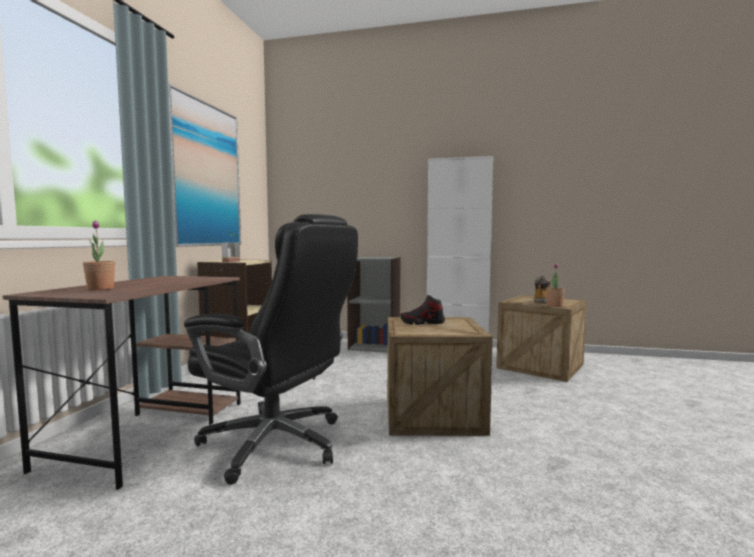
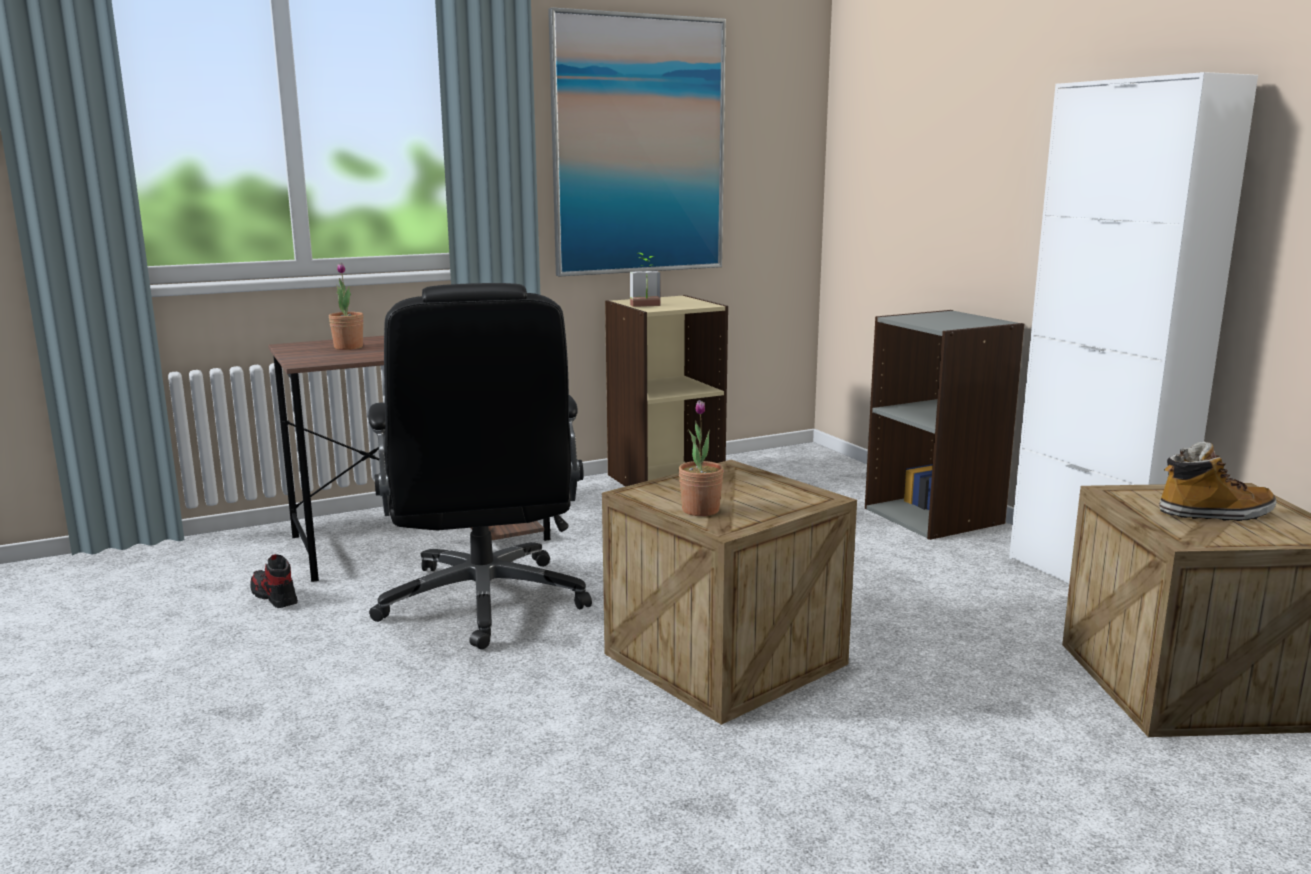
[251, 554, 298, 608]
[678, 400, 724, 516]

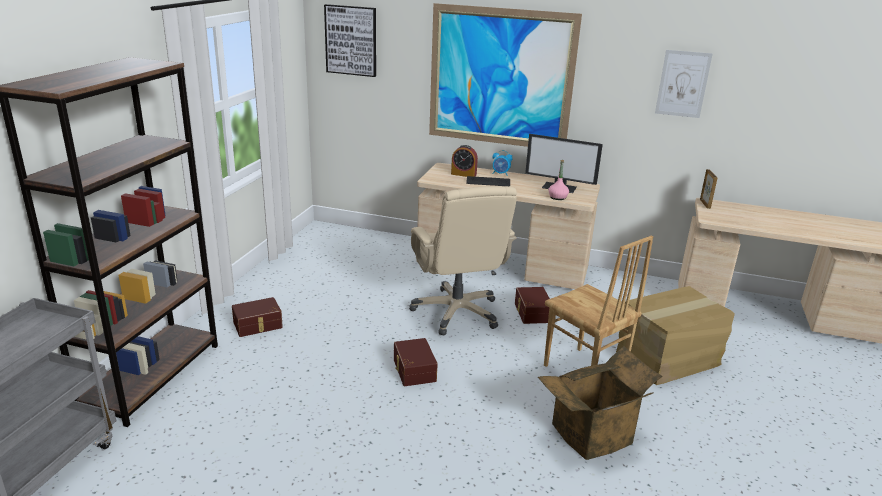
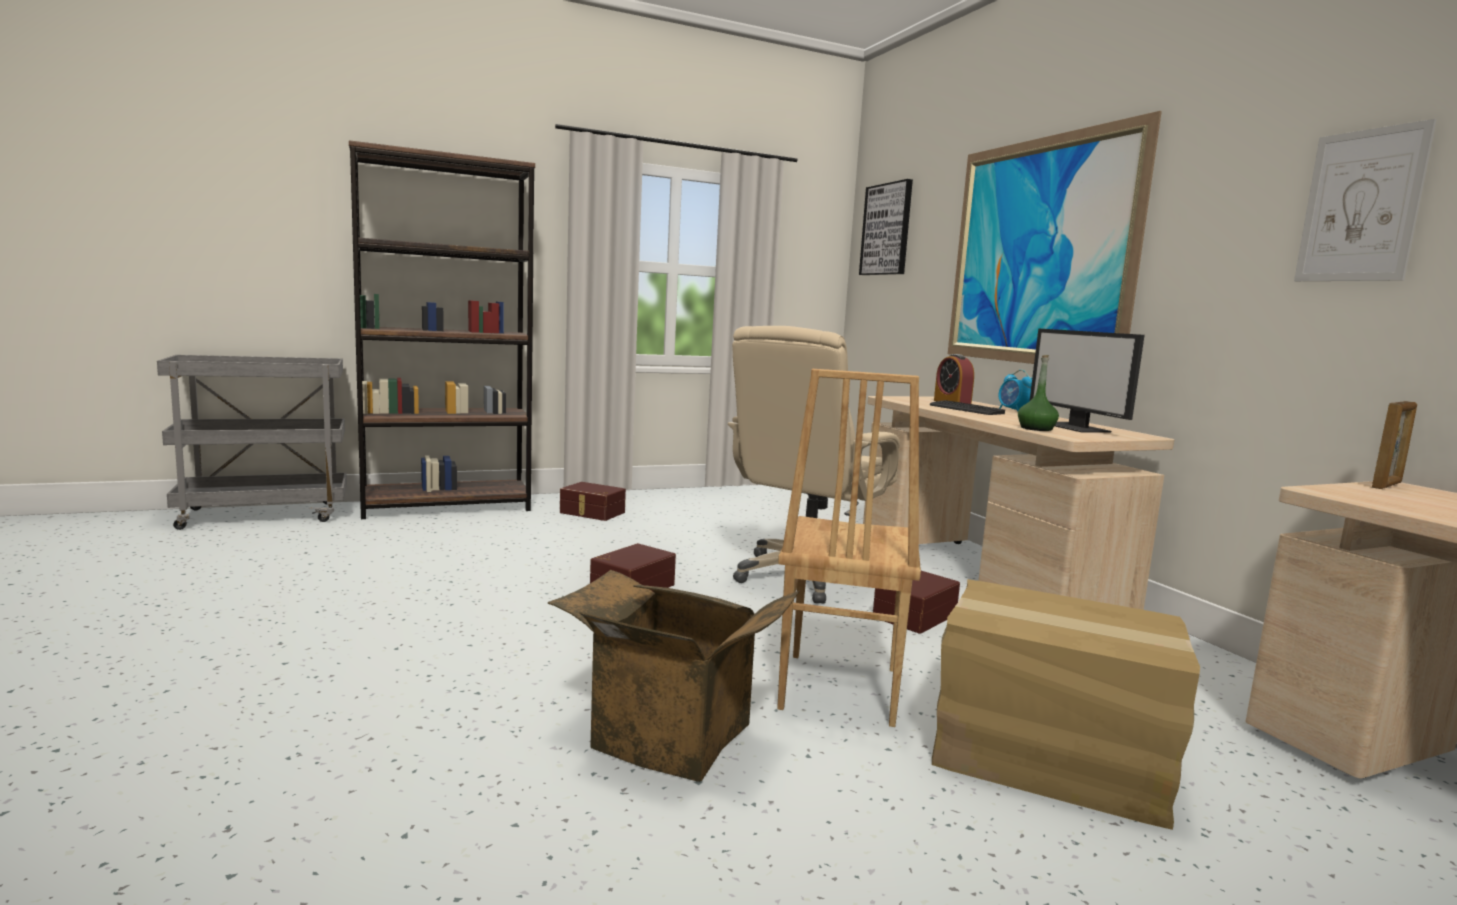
[1018, 355, 1059, 431]

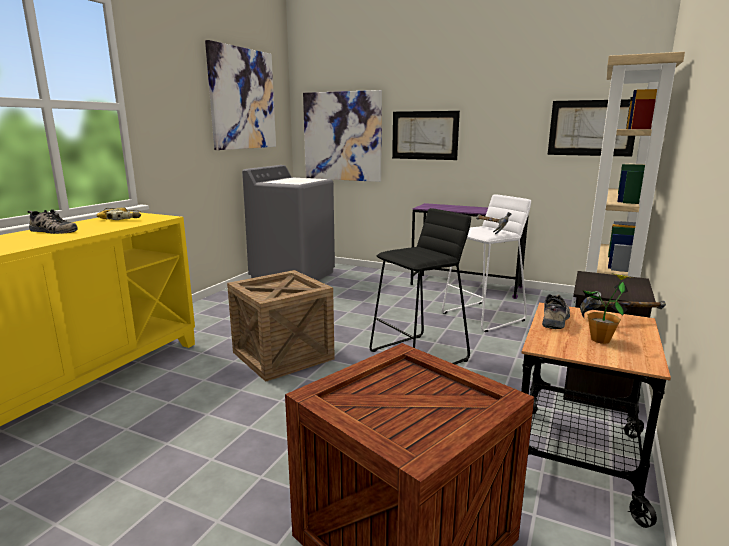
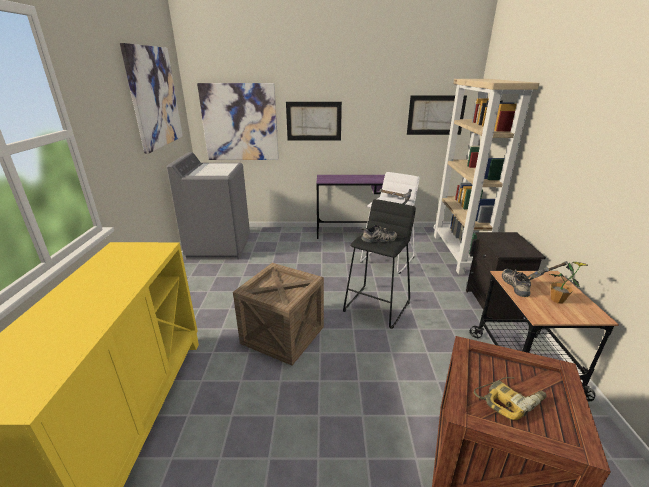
[361, 225, 397, 243]
[474, 377, 547, 420]

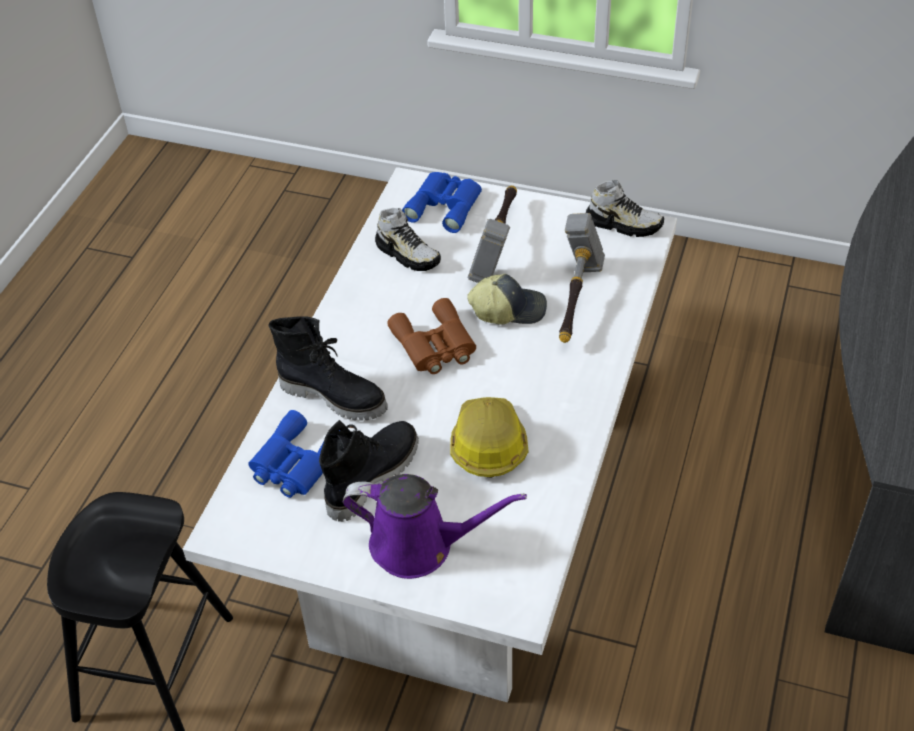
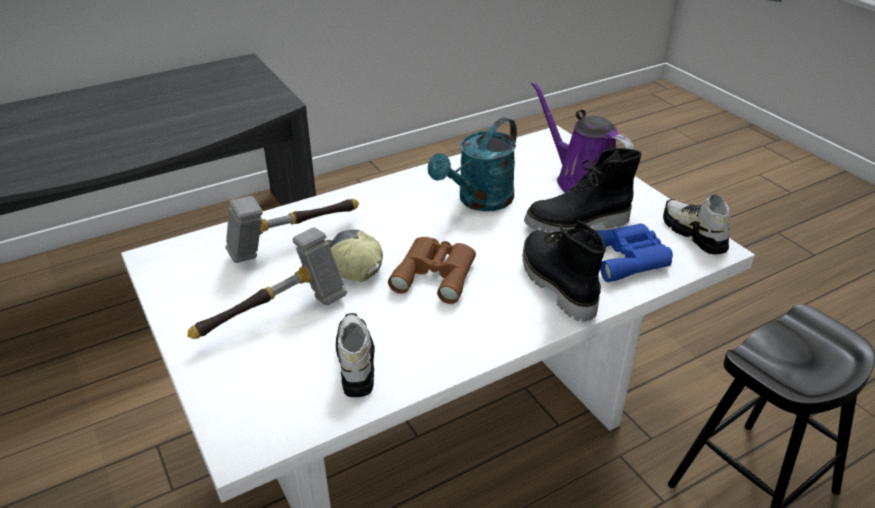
[402, 172, 482, 233] (first image)
[663, 194, 730, 255]
[428, 117, 517, 211]

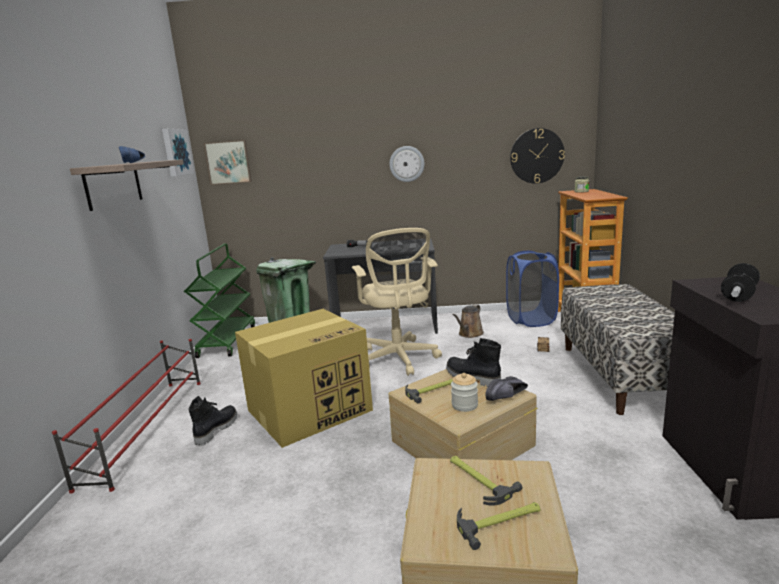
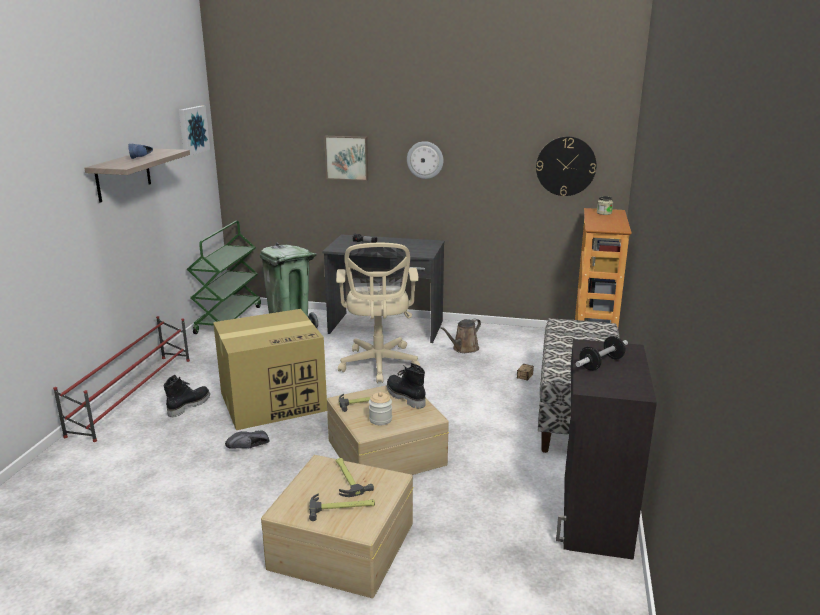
[506, 251, 559, 327] (first image)
[324, 136, 368, 181]
[225, 430, 270, 449]

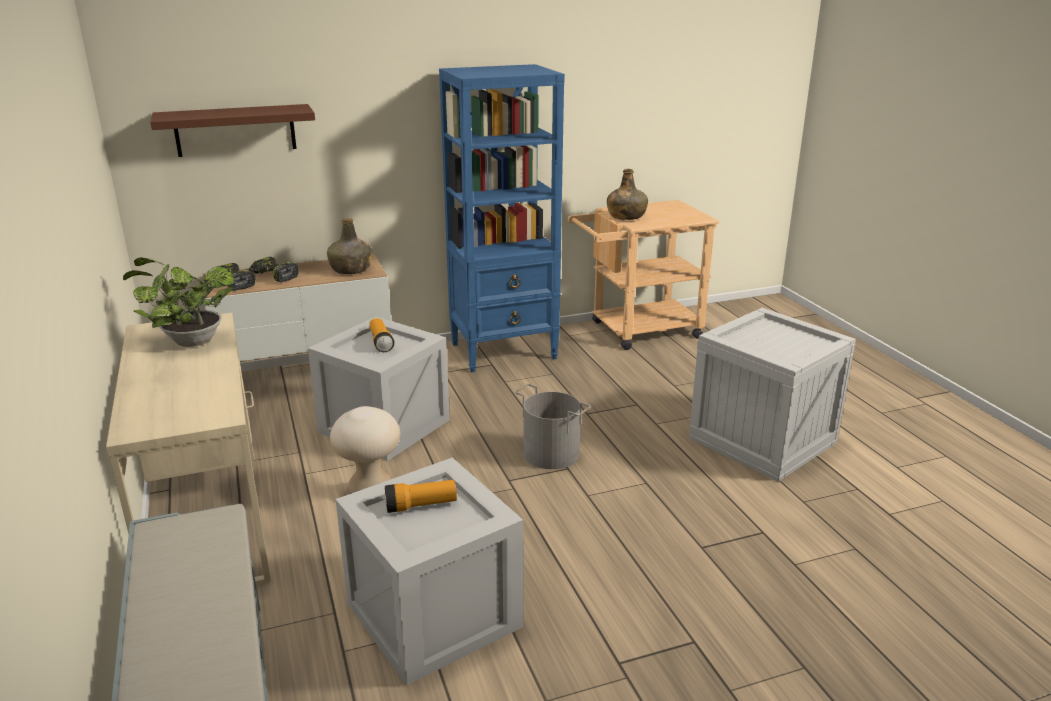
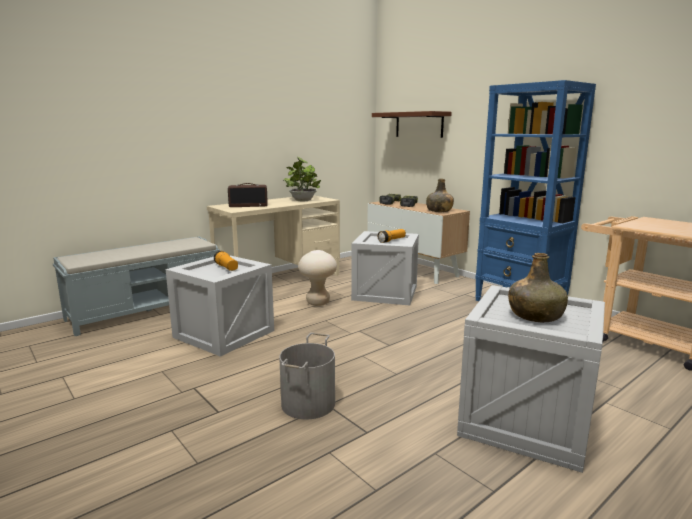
[228, 183, 268, 207]
[279, 333, 335, 420]
[508, 253, 568, 322]

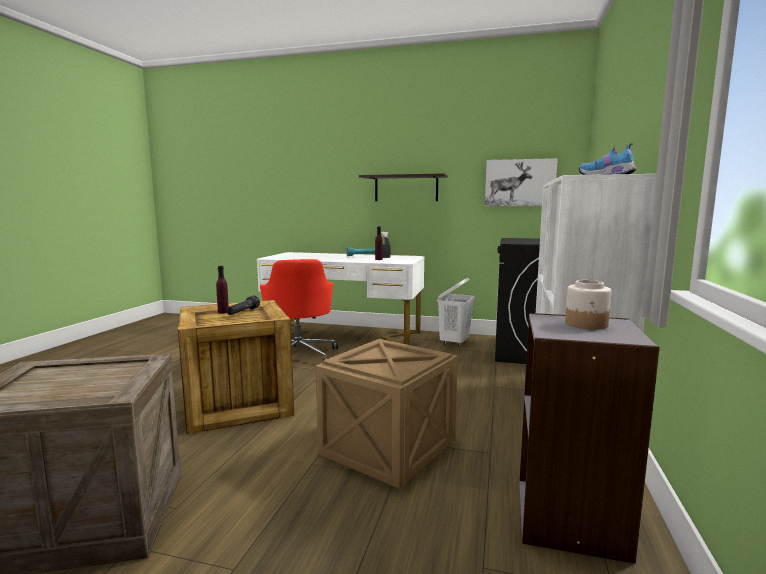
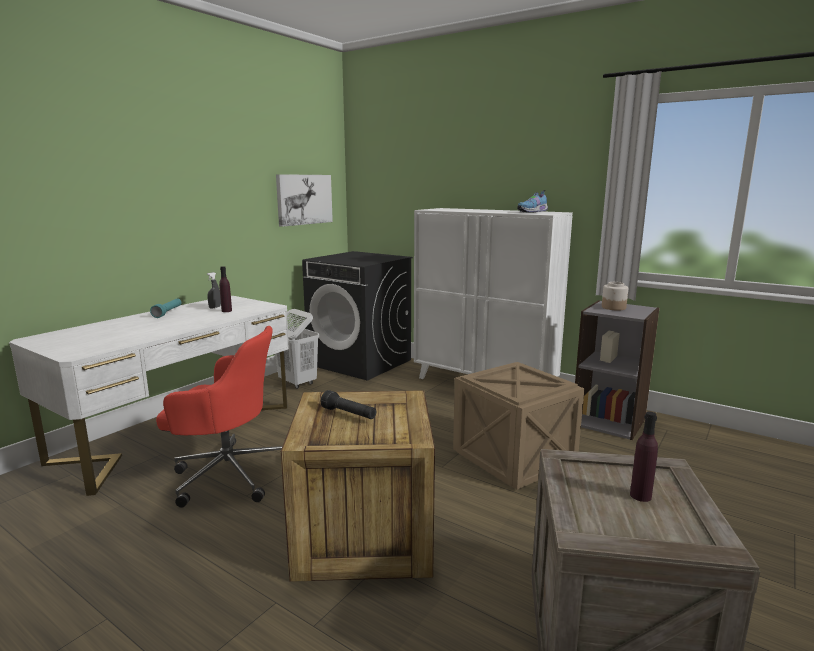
[359, 173, 448, 201] (first image)
[630, 412, 658, 502]

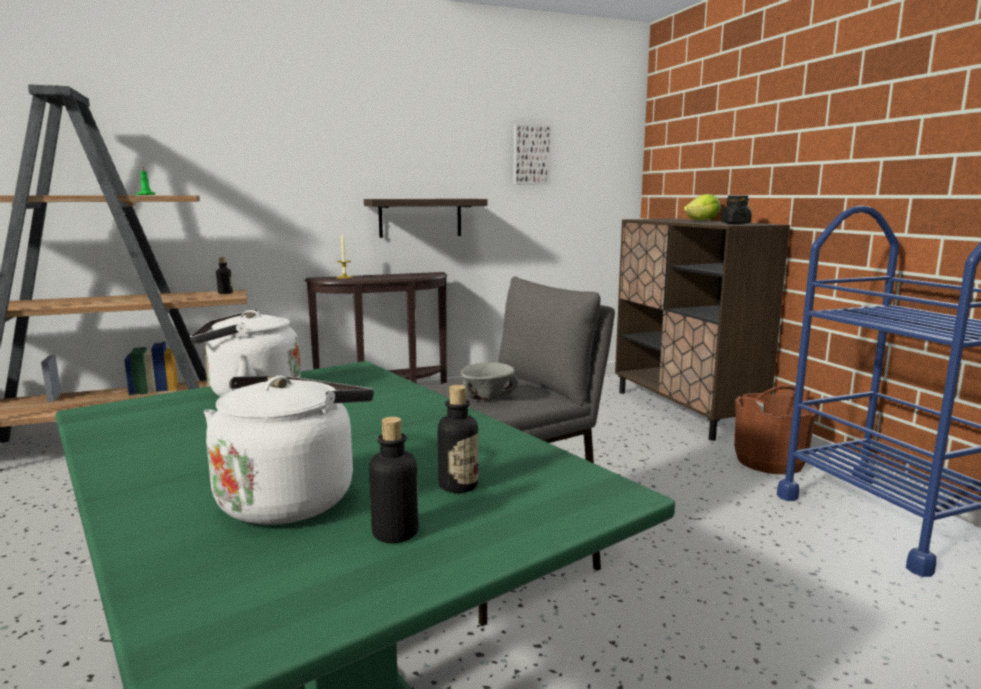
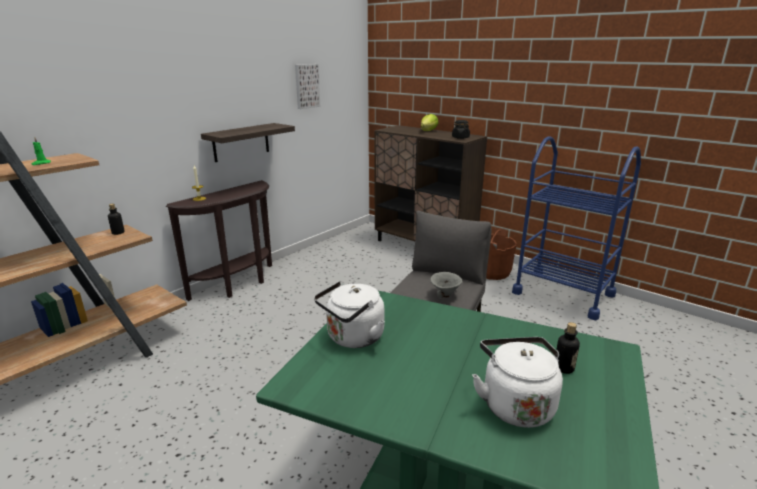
[369, 417, 419, 543] (first image)

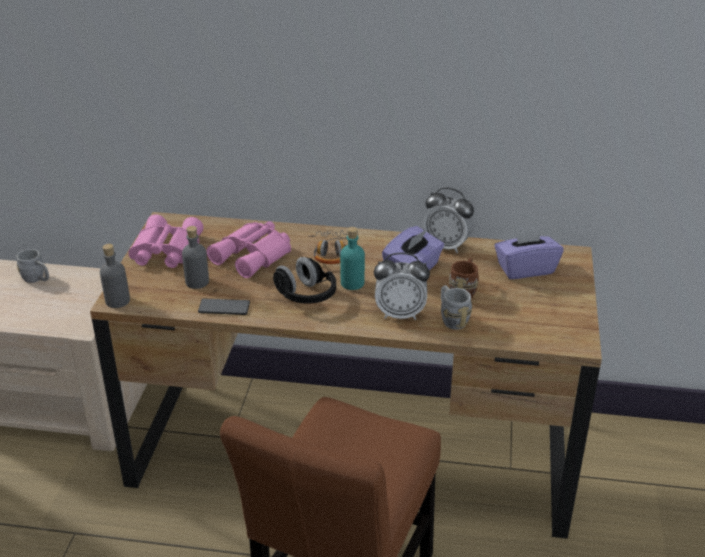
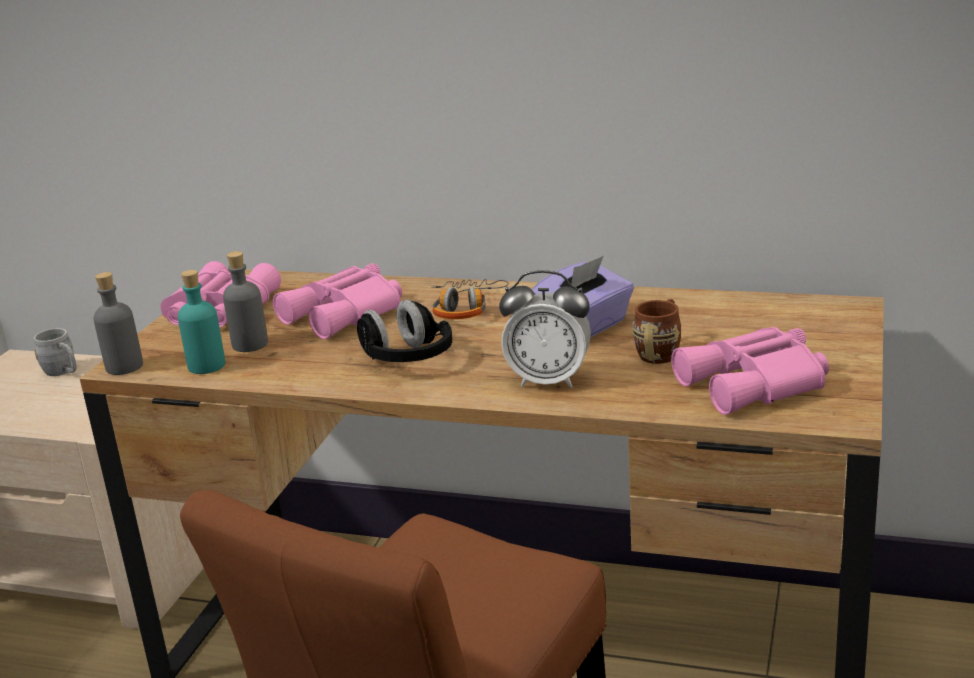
[198, 298, 250, 315] (first image)
[423, 187, 475, 253] (first image)
[441, 285, 472, 330] (first image)
[494, 225, 564, 279] (first image)
[671, 327, 829, 415]
[178, 270, 225, 374]

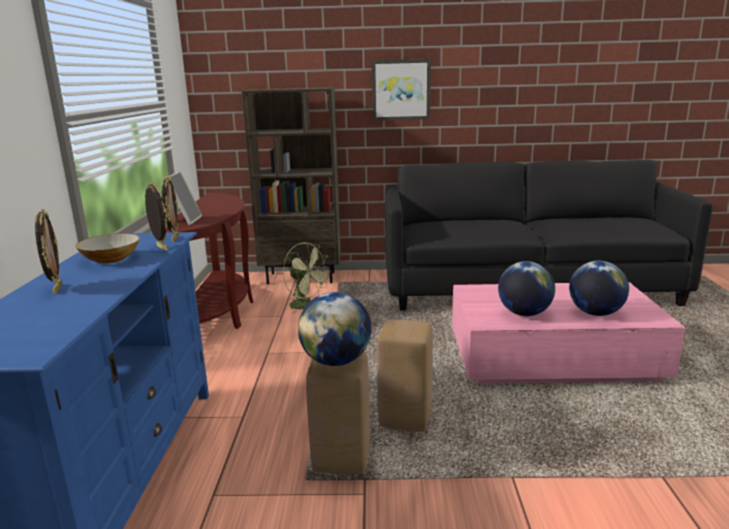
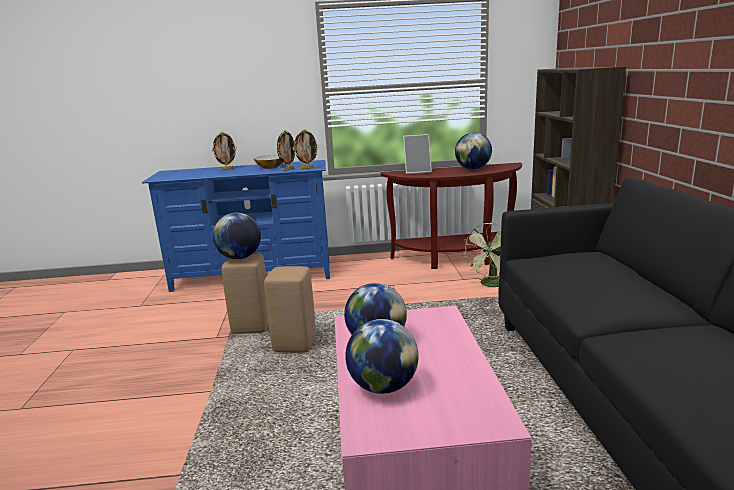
[372, 59, 431, 121] (first image)
[455, 132, 492, 169]

